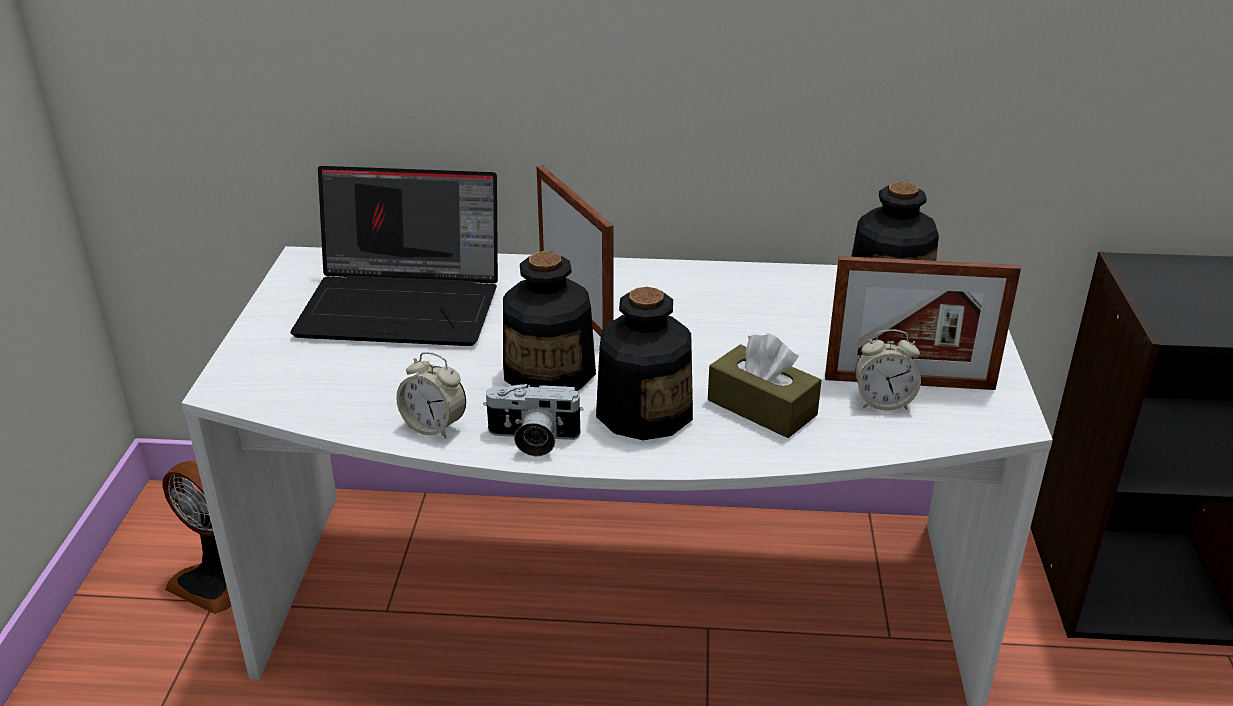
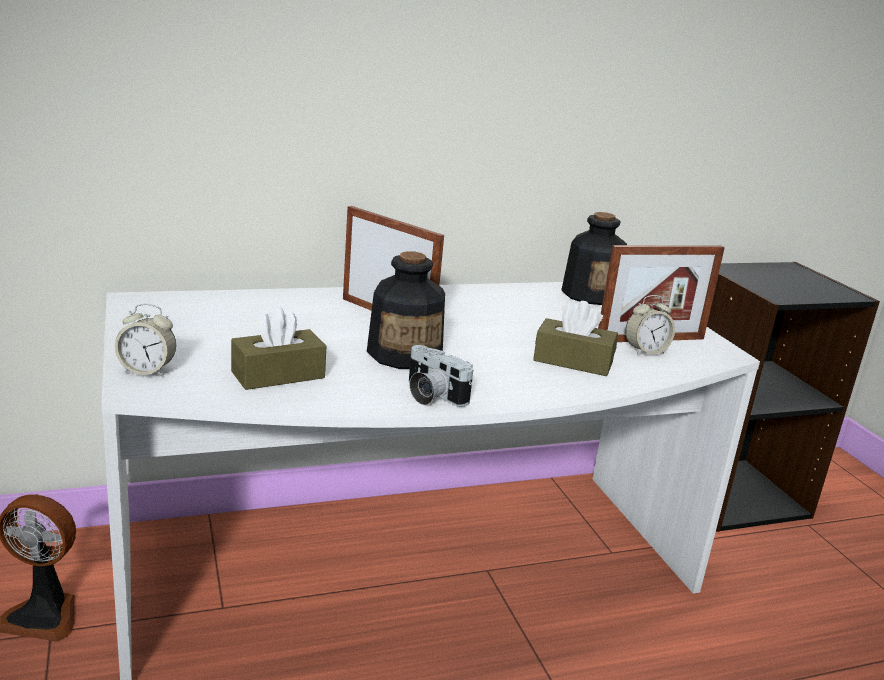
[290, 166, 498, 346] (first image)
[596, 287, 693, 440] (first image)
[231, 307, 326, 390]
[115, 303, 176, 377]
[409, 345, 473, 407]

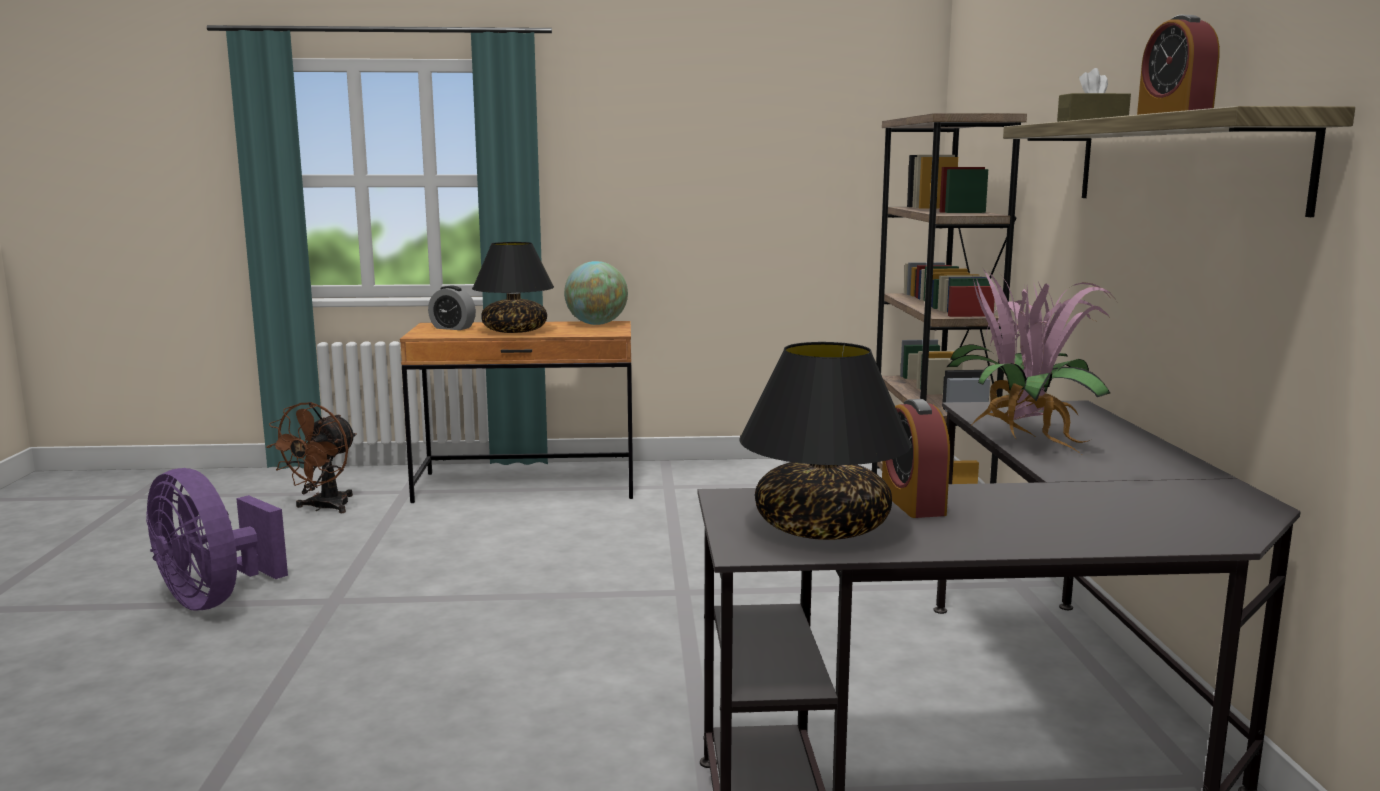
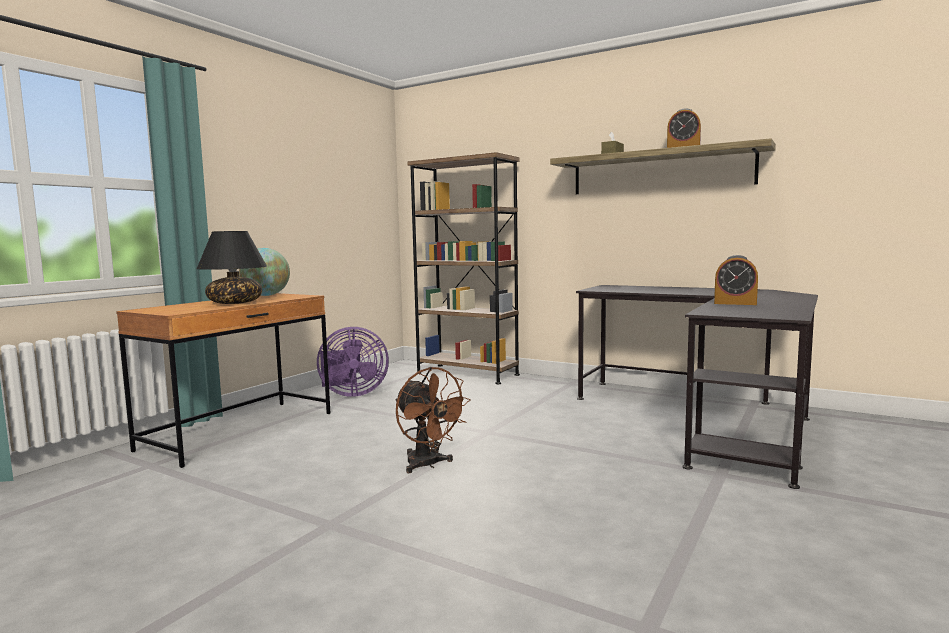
[428, 285, 476, 330] (first image)
[739, 342, 912, 540] (first image)
[947, 269, 1118, 454] (first image)
[317, 327, 389, 397]
[395, 367, 471, 473]

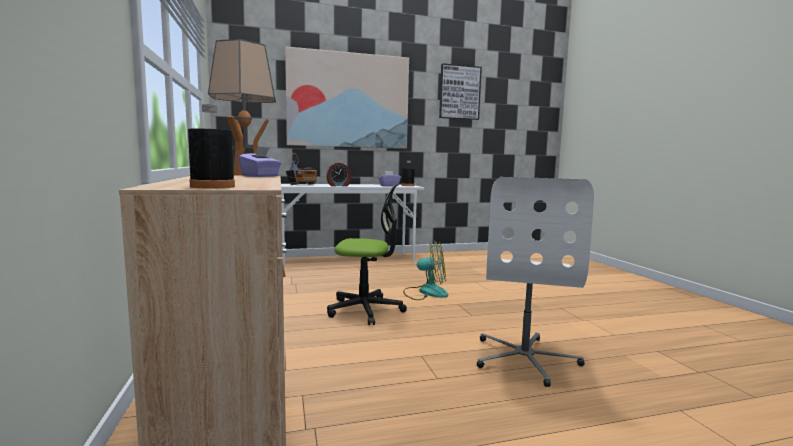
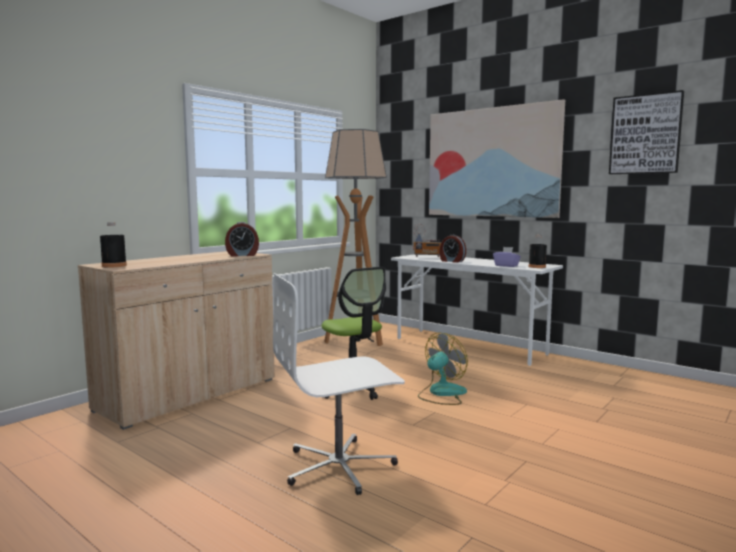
[225, 222, 259, 256]
[418, 332, 468, 405]

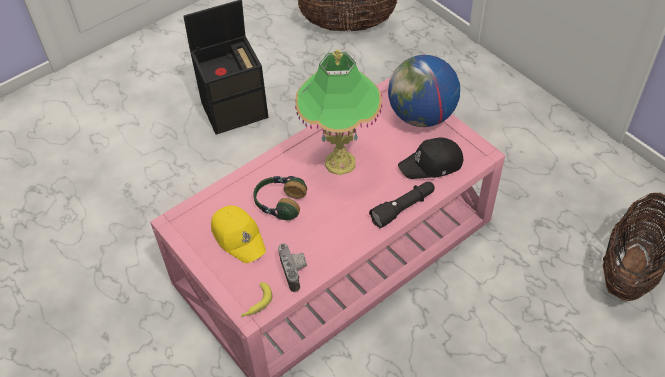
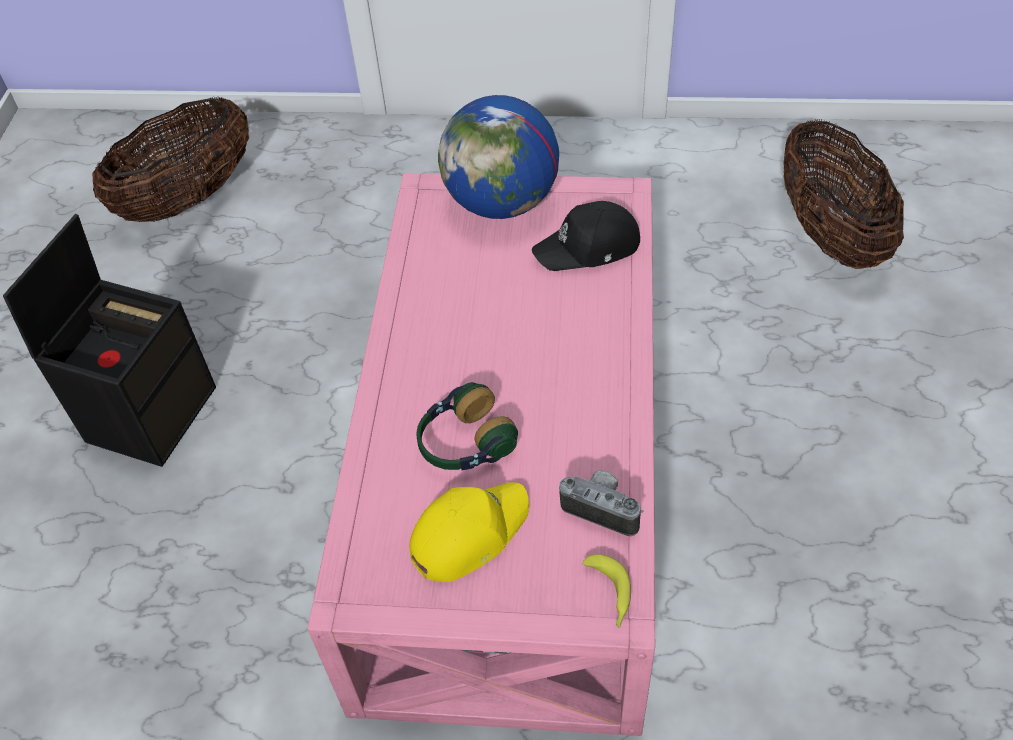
[295, 49, 382, 175] (first image)
[369, 182, 435, 228] (first image)
[410, 482, 529, 582]
[532, 201, 640, 271]

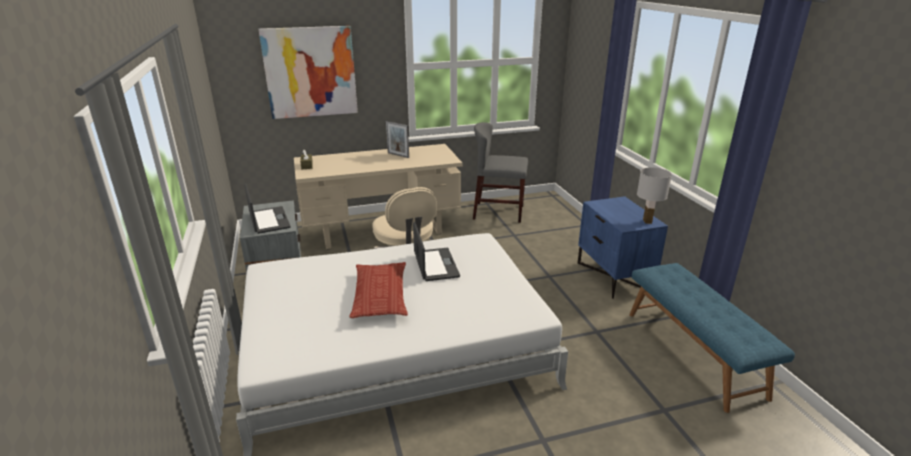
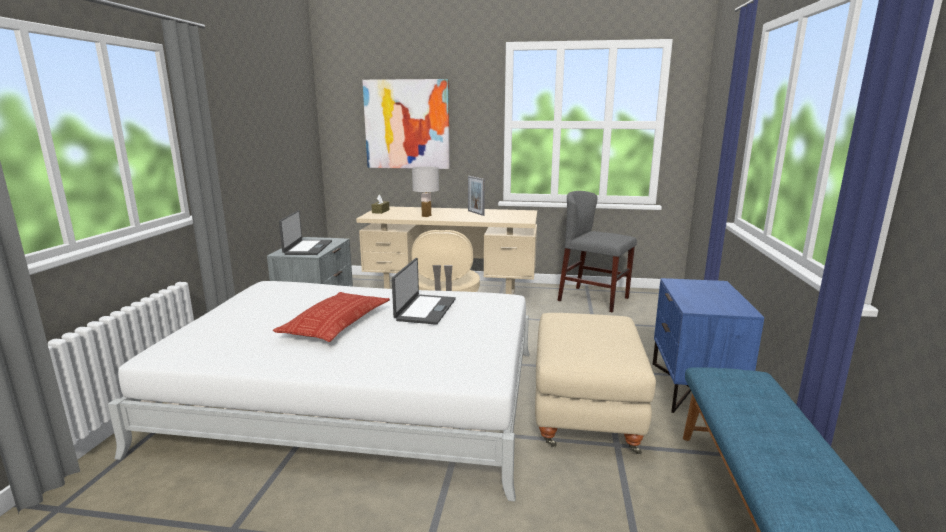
[535, 313, 656, 455]
[412, 166, 439, 217]

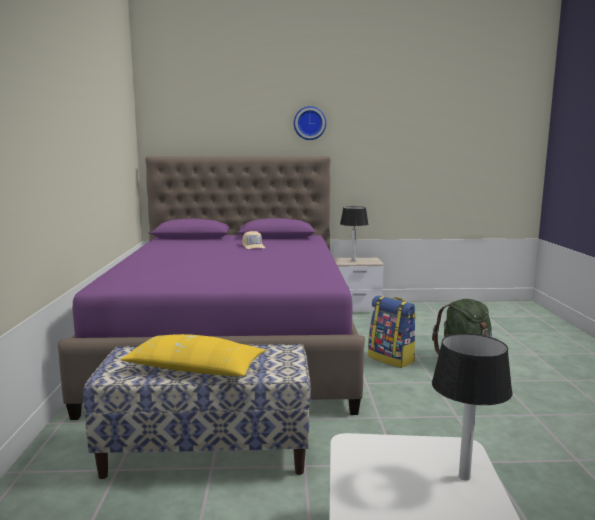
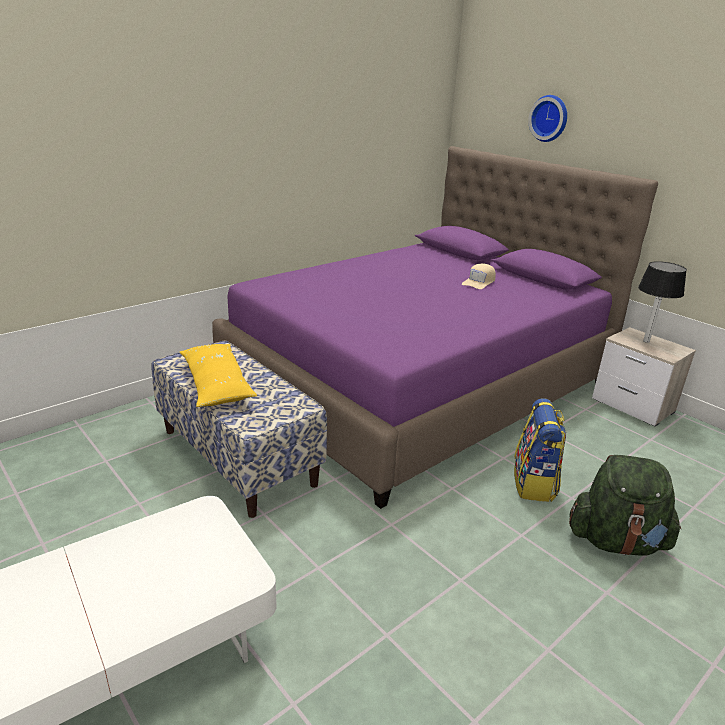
[432, 333, 513, 481] (first image)
[528, 95, 567, 142]

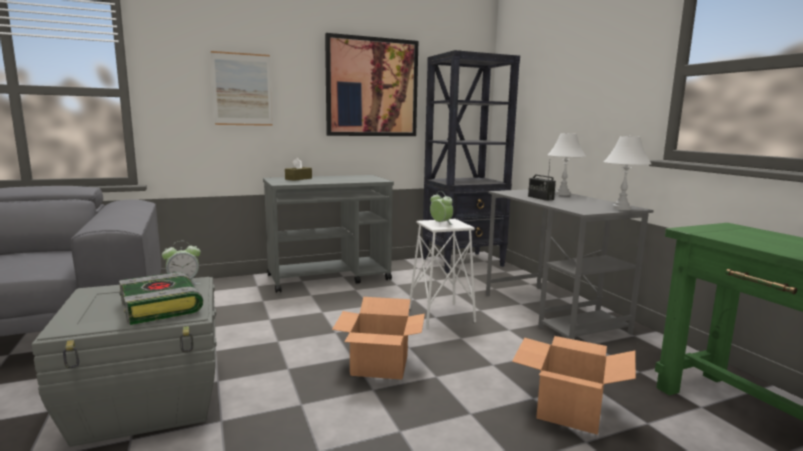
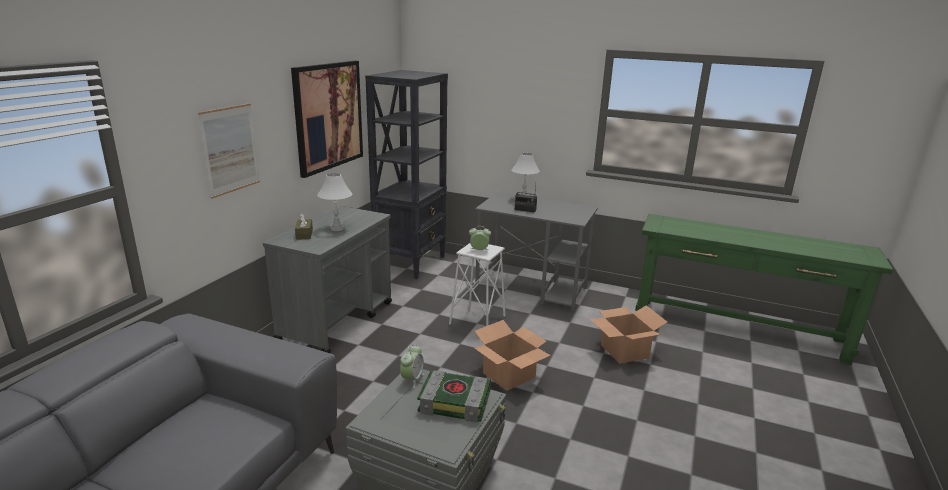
[317, 173, 352, 231]

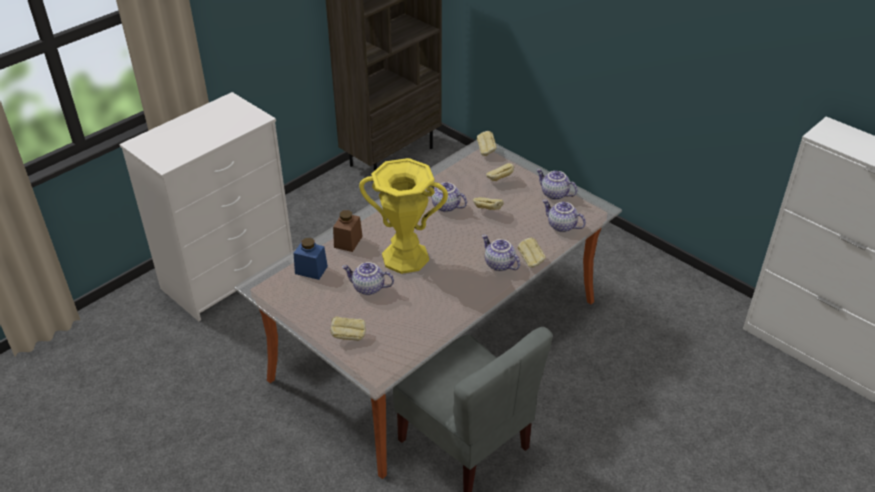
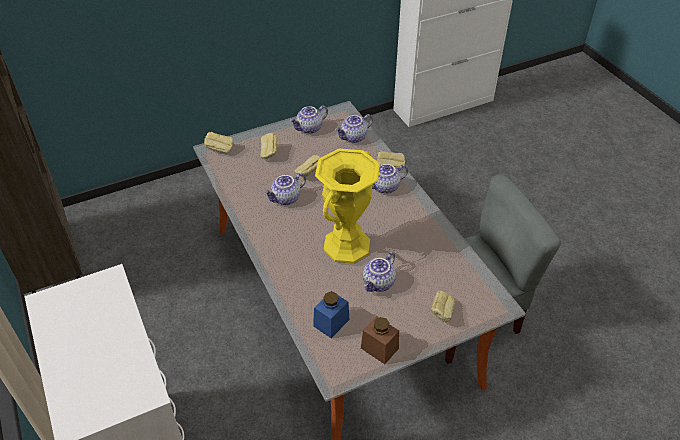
[361, 316, 399, 364]

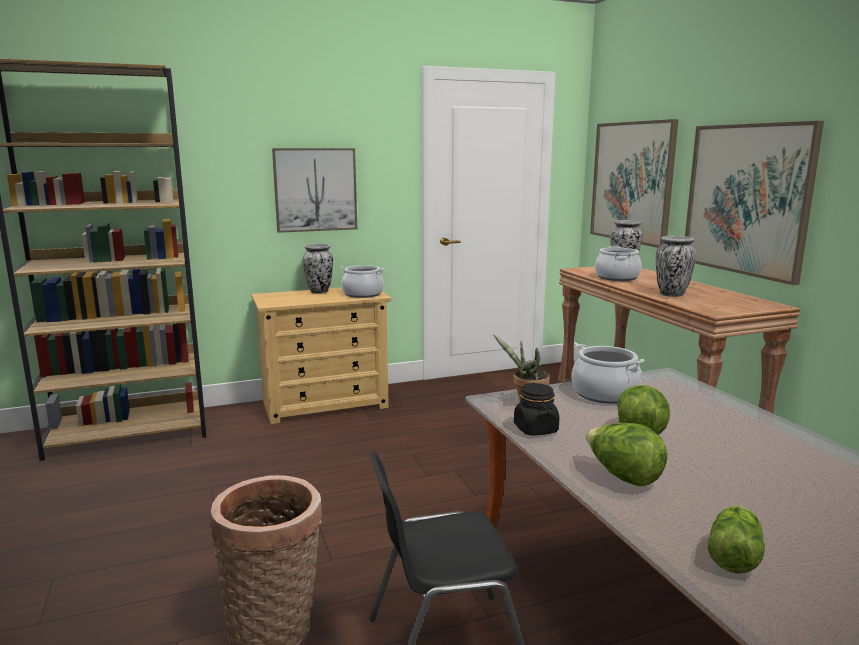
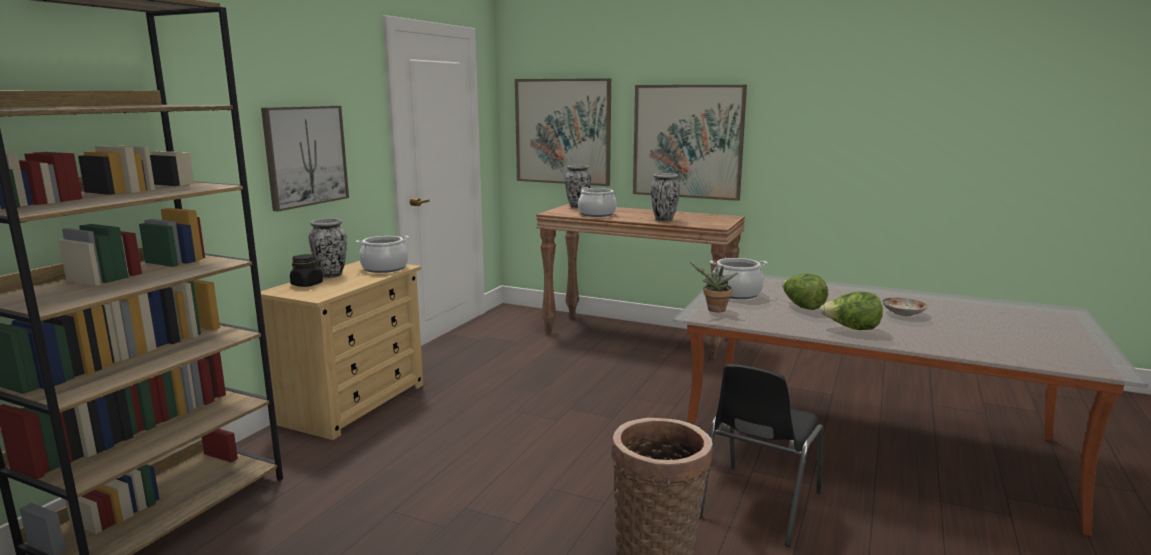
[708, 506, 765, 574] (first image)
[882, 298, 928, 316]
[290, 254, 323, 287]

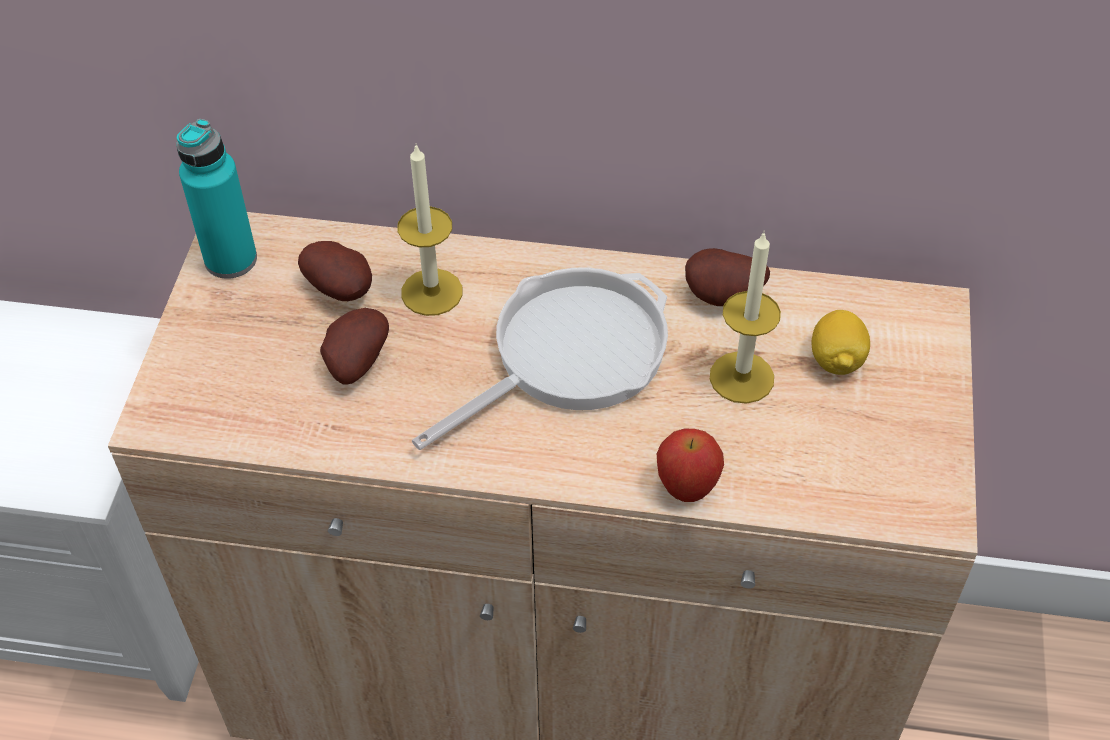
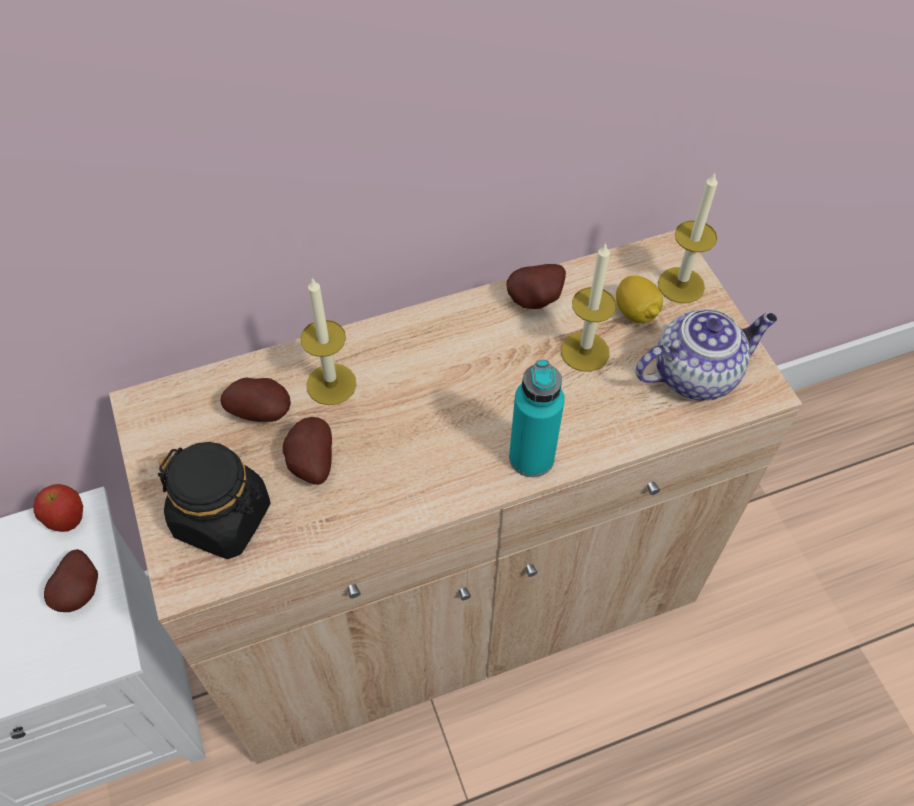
[412, 267, 668, 450] (first image)
[44, 549, 98, 612]
[158, 442, 271, 559]
[635, 309, 777, 400]
[658, 173, 718, 303]
[509, 360, 565, 477]
[33, 484, 83, 532]

